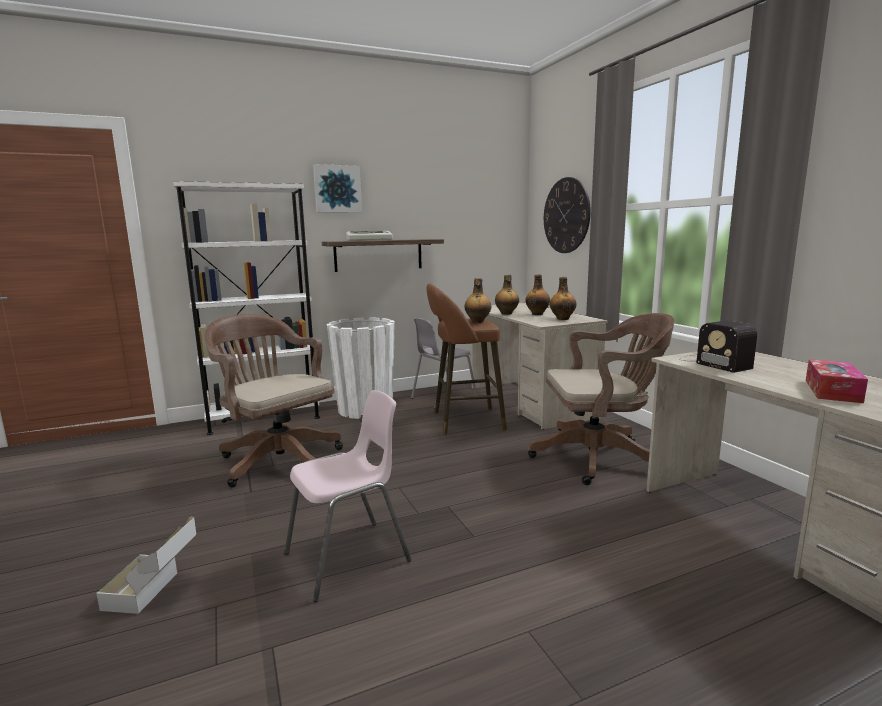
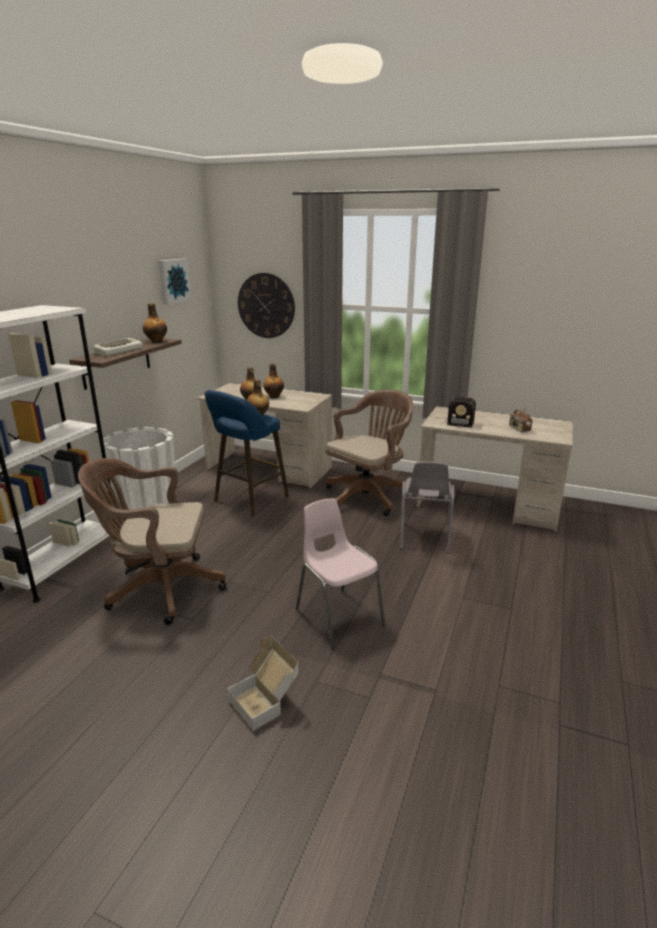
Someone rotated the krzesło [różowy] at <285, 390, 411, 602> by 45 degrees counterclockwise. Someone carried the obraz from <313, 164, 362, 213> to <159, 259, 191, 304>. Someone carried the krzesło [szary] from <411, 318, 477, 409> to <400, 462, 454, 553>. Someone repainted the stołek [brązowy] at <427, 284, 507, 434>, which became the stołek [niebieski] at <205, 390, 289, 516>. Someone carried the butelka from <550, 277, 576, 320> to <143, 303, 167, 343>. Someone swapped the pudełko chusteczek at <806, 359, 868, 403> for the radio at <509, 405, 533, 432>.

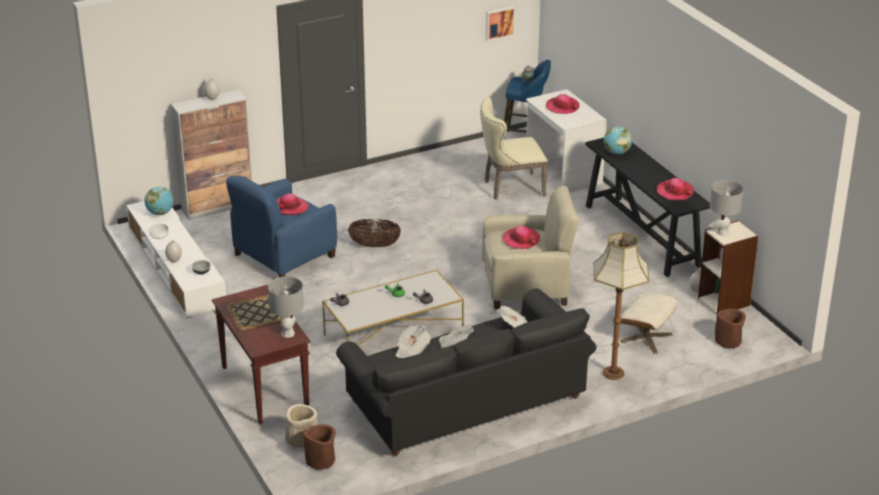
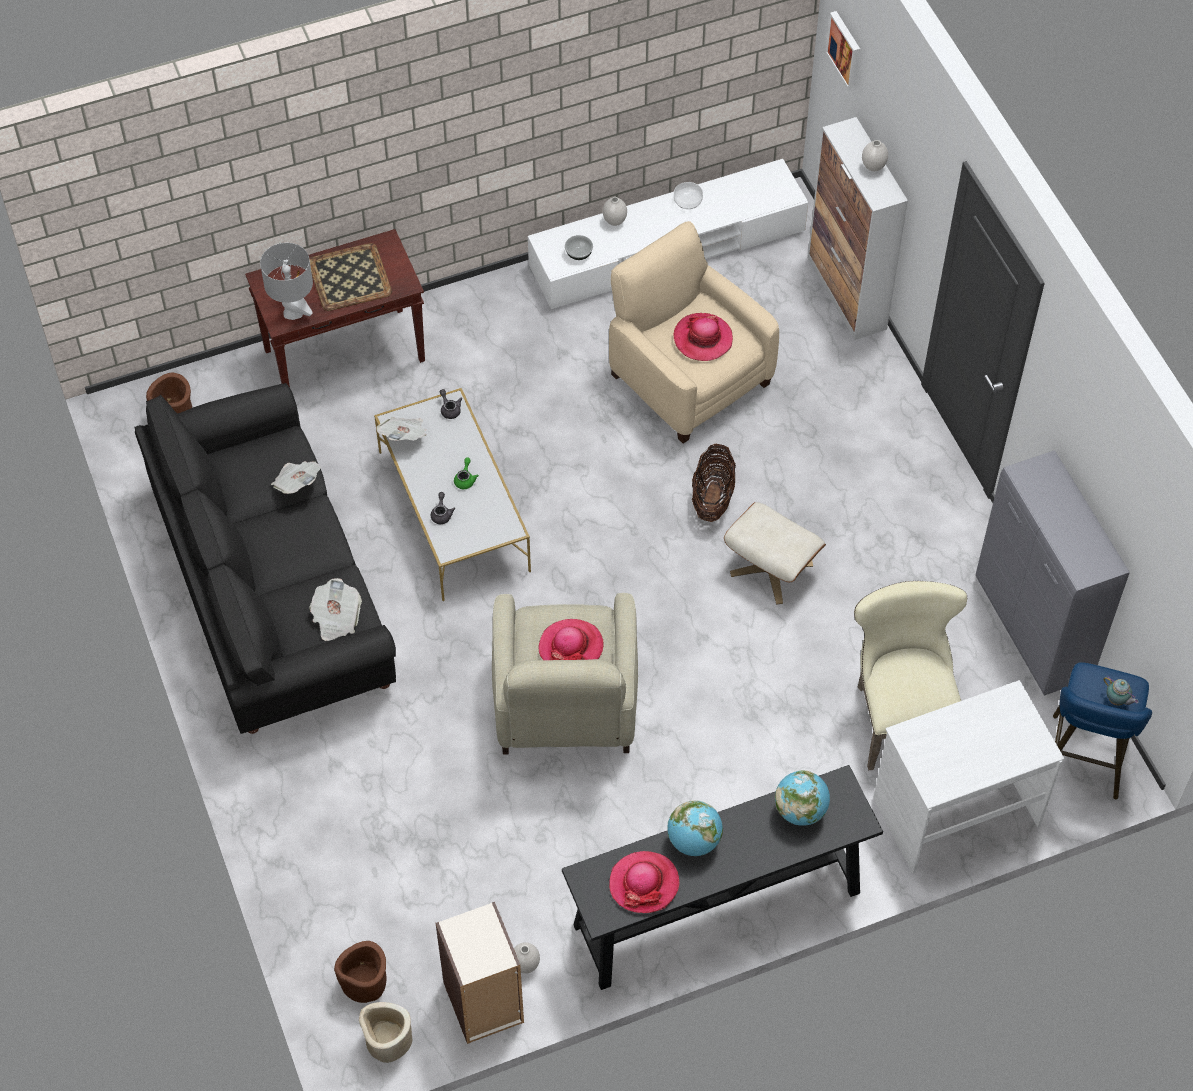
Someone carried the globus from <144, 187, 173, 215> to <668, 800, 723, 856>. Someone repainted the fotel [niebieski] at <226, 175, 337, 277>, which became the fotel [beżowy] at <609, 221, 779, 443>. Someone carried the donica [beżowy] from <285, 404, 317, 448> to <359, 1002, 412, 1063>. Someone carried the gazeta from <439, 324, 473, 348> to <376, 417, 426, 441>. Someone carried the obraz from <486, 6, 515, 41> to <826, 11, 860, 90>. Someone took away the kapelusz at <546, 94, 580, 114>. Someone took away the lampa stojąca at <593, 232, 650, 380>. Someone carried the pufa [beżowy] from <620, 292, 677, 354> to <724, 502, 826, 605>. Someone took away the lampa stołowa [szary] at <709, 180, 744, 236>. Someone put down the szafka [szary] at <976, 450, 1130, 696>.

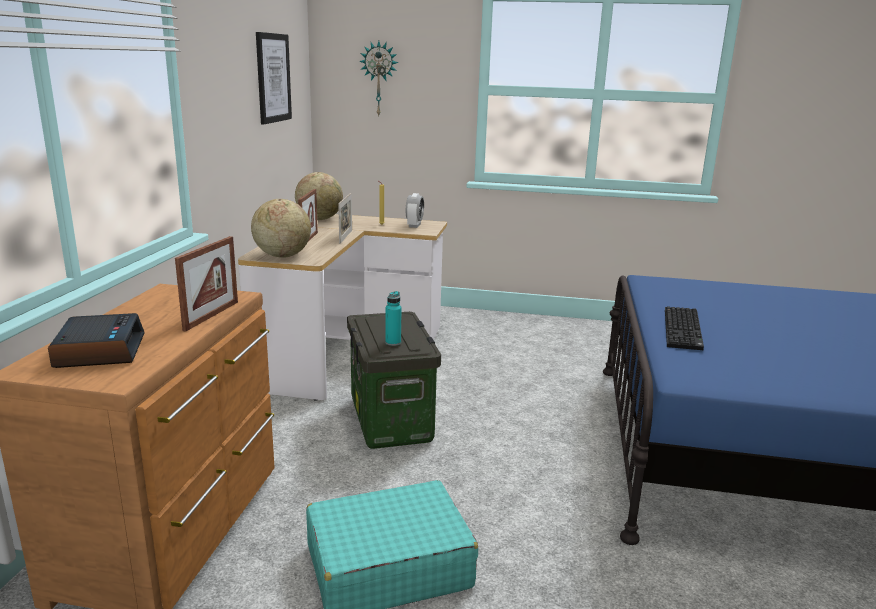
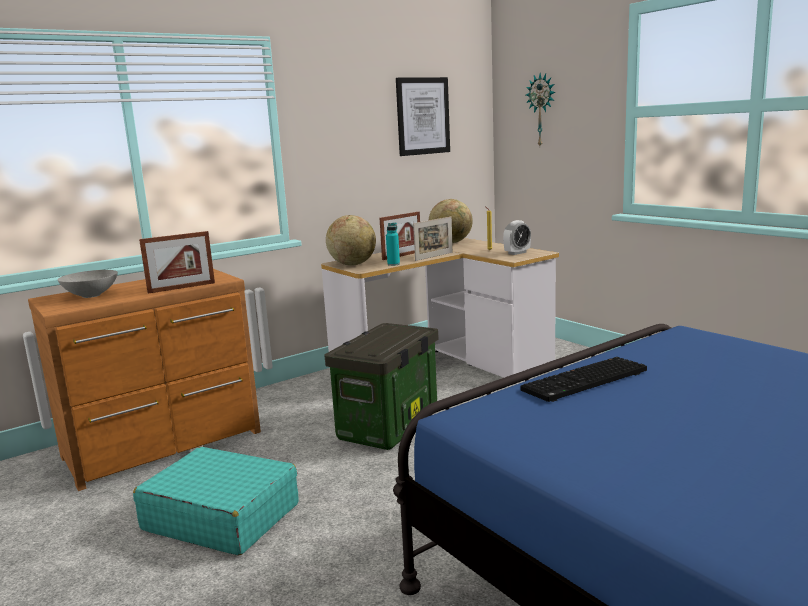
Someone swapped the budzik at <48, 313, 145, 368> for the miska [szary] at <58, 270, 118, 298>. Someone carried the butelka [turkusowy] from <385, 291, 402, 346> to <386, 222, 400, 266>.

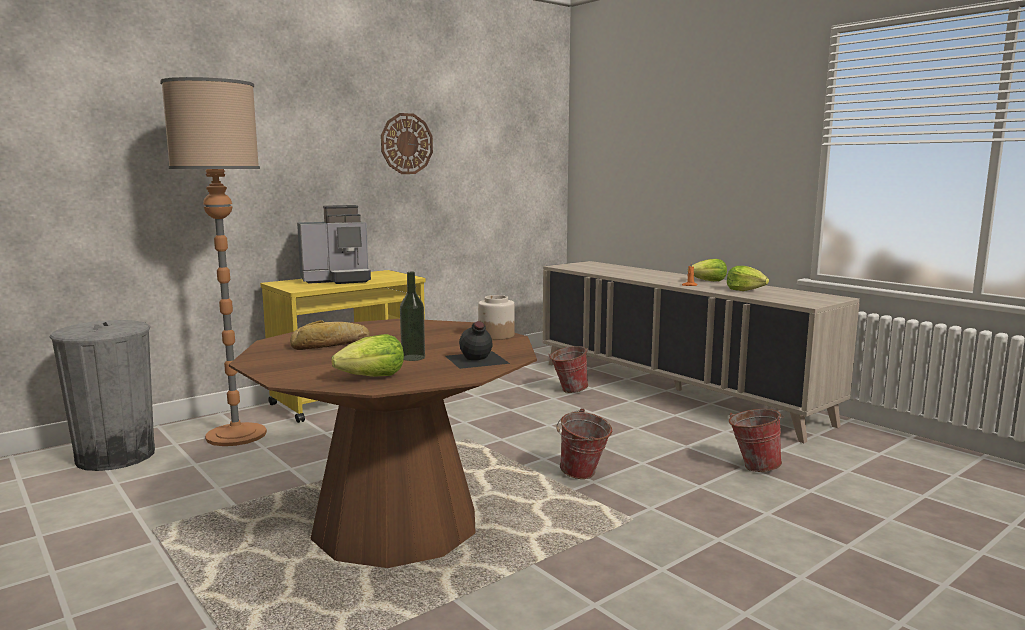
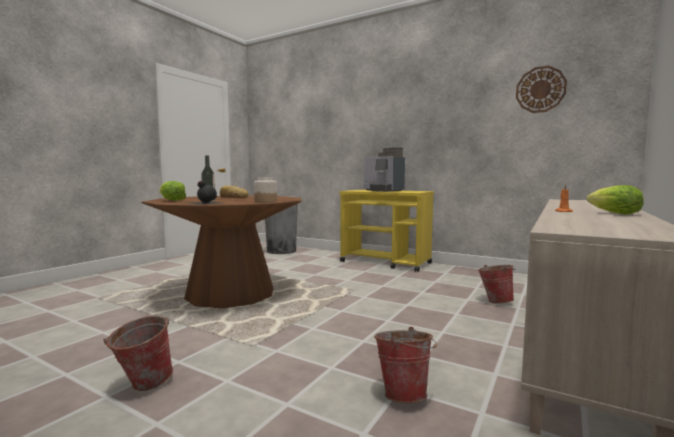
Someone took away the lampa stojąca at <160, 77, 267, 446>. Someone carried the zegar ścienny from <381, 113, 433, 174> to <516, 66, 567, 113>. Someone carried the wiadro from <556, 408, 612, 479> to <103, 316, 173, 391>. Someone took away the sałata at <727, 266, 769, 291>.

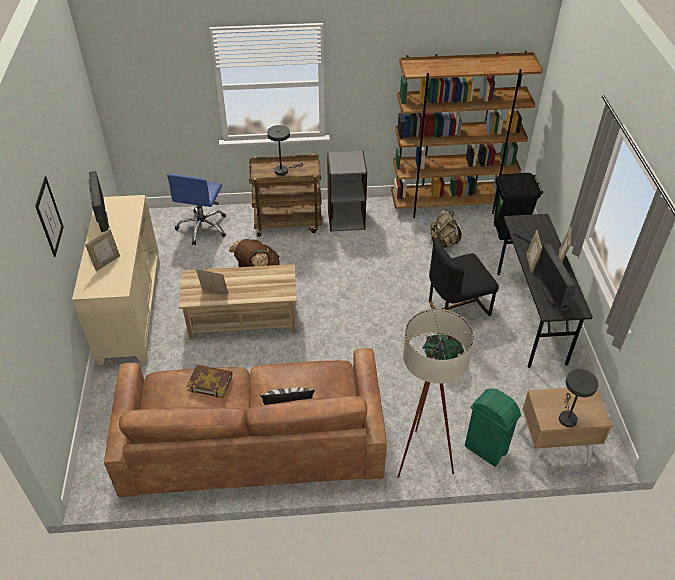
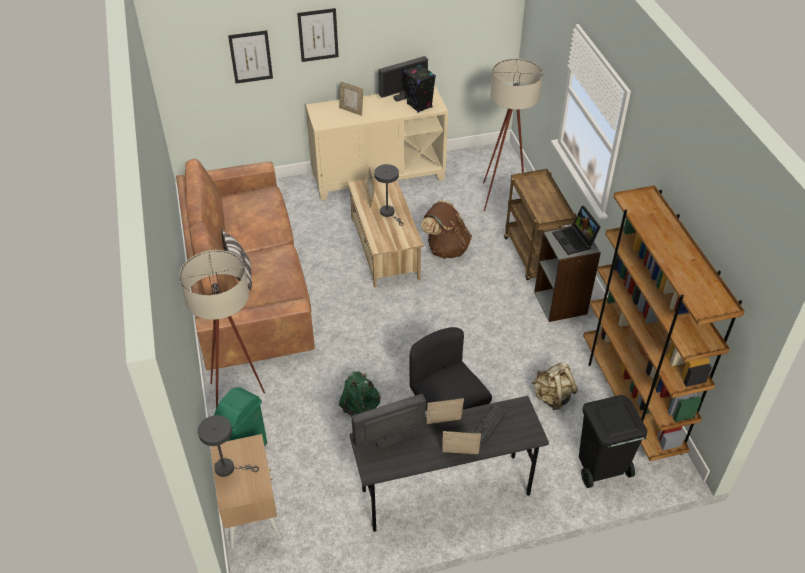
Someone swapped the krzesło biurowe [niebieski] at <167, 174, 226, 245> for the lampa stojąca [beżowy] at <483, 58, 543, 211>. Someone took away the książka at <186, 365, 233, 398>. Someone carried the lampa stołowa [szary] from <267, 125, 303, 175> to <374, 164, 403, 226>. Someone put up the obraz at <228, 30, 273, 84>. Someone put down the głośnik [czarny] at <404, 64, 436, 113>. Someone put down the laptop at <552, 206, 601, 255>.

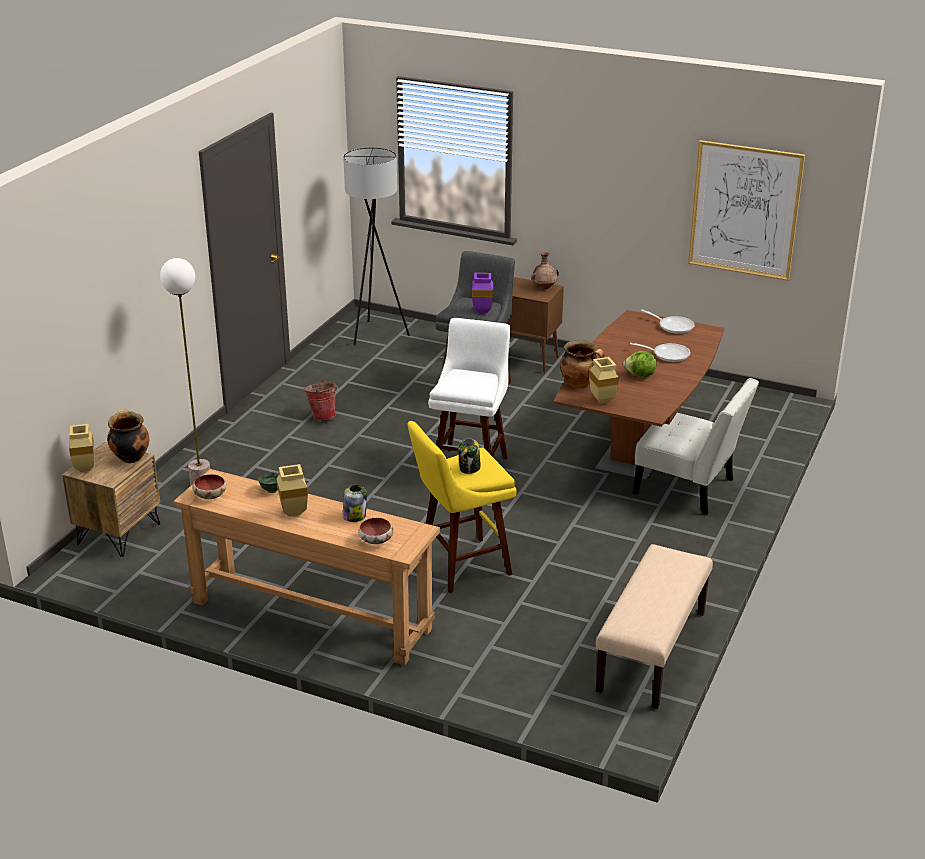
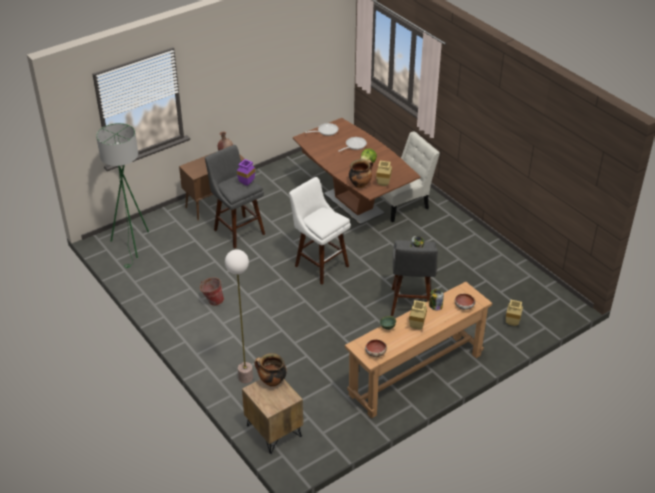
Someone carried the wazon [beżowy] from <69, 424, 94, 472> to <506, 300, 523, 326>. Someone repainted the lampa stojąca [szary] at <330, 147, 410, 347>, which became the lampa stojąca [zielony] at <96, 123, 149, 268>. Someone repainted the stołek [żółty] at <407, 421, 517, 593>, which became the stołek [szary] at <391, 240, 438, 316>. Someone took away the ławka [beżowy] at <596, 544, 713, 709>. Someone took away the obraz at <688, 140, 805, 281>.

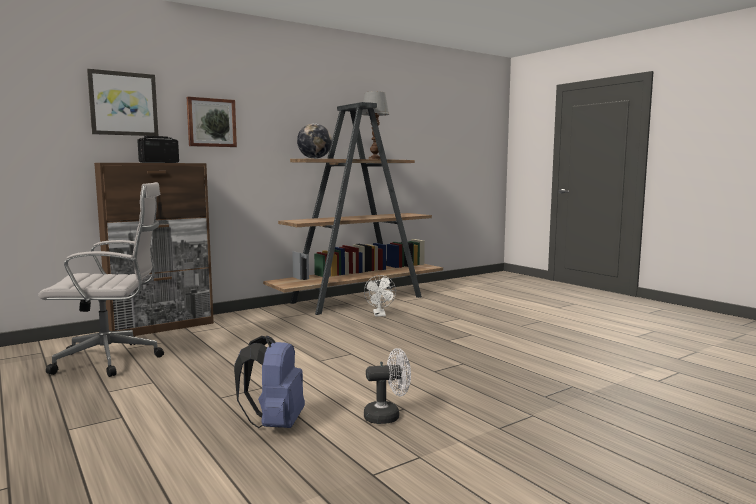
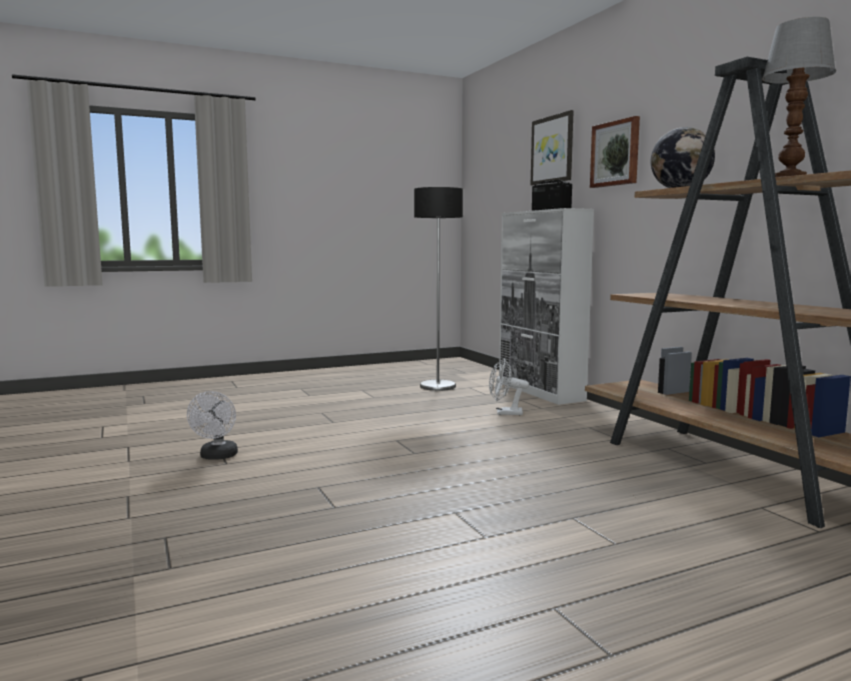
Someone swapped the krzesło biurowe [biały] at <38, 182, 164, 377> for the lampa stojąca at <414, 187, 463, 391>. Someone repainted the szafka [brązowy] at <94, 163, 214, 336>, which became the szafka [biały] at <499, 208, 594, 405>. Someone took away the plecak [niebieski] at <234, 335, 305, 428>. Someone carried the wentylator [biały] from <364, 275, 396, 317> to <489, 359, 529, 415>.

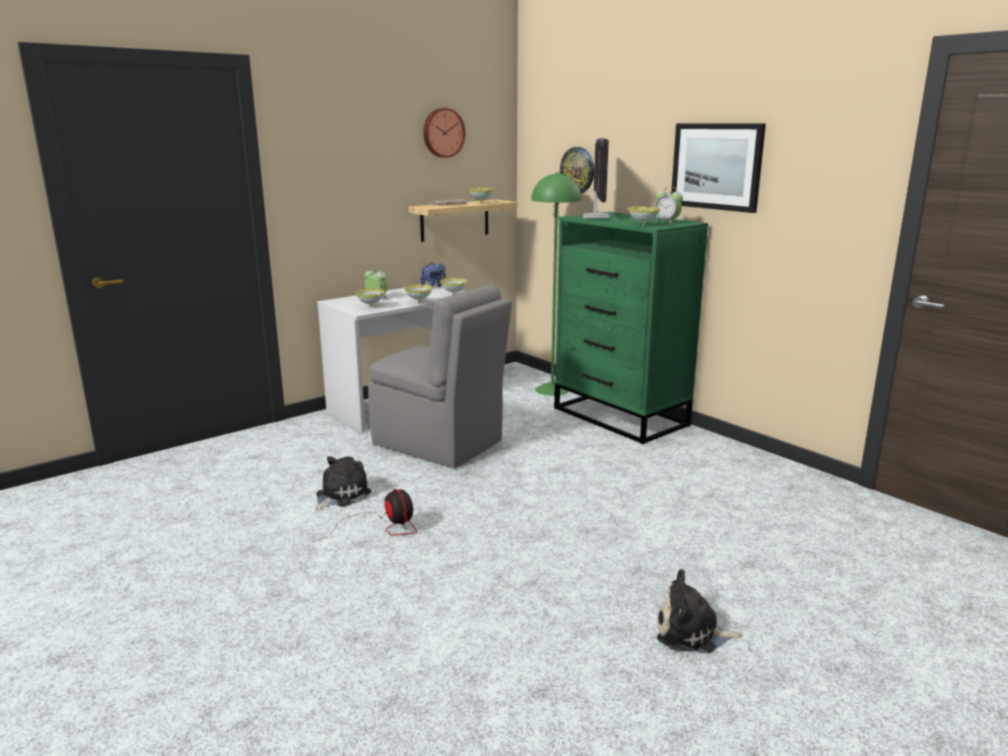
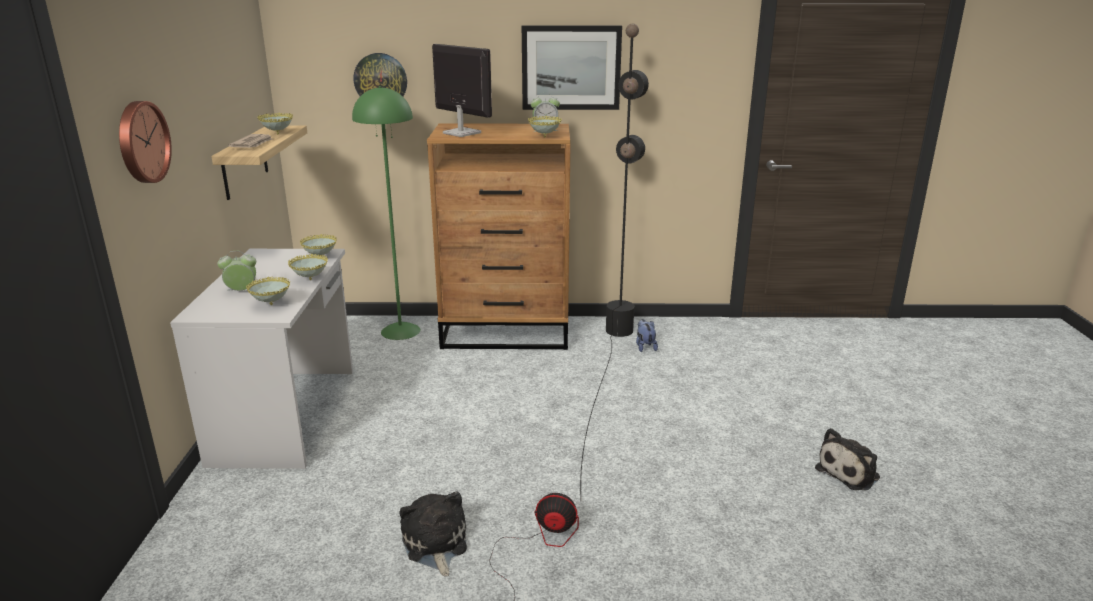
Someone took away the krzesło [szary] at <368, 285, 512, 468>. Someone carried the pluszak from <420, 262, 446, 287> to <636, 319, 658, 352>. Someone carried the zegar ścienny from <423, 108, 466, 158> to <119, 101, 172, 183>. Someone repainted the komoda [zielony] at <554, 212, 708, 444>, which became the komoda [brązowy] at <427, 123, 570, 350>. Someone put down the lampa stojąca [czarny] at <580, 23, 649, 497>.

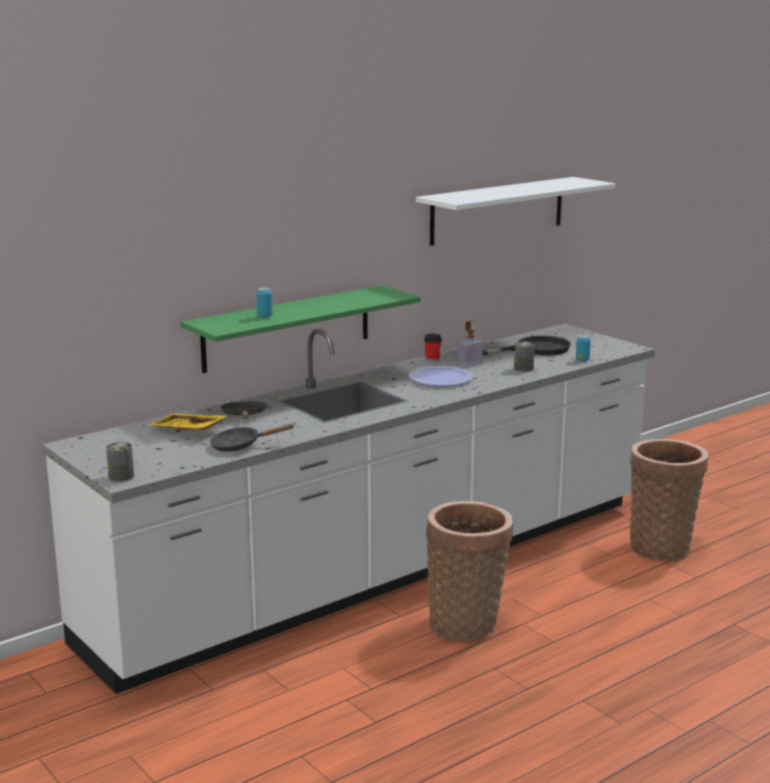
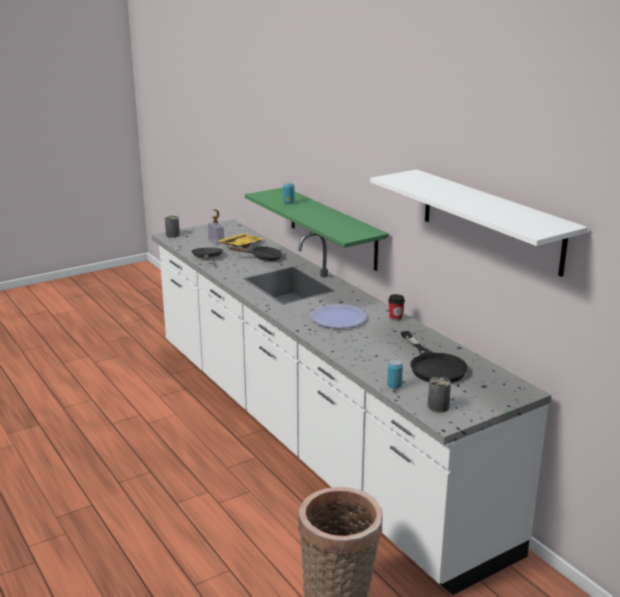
Someone took away the koszyk at <426, 501, 513, 642>. Someone carried the dozownik mydła from <457, 320, 484, 368> to <208, 209, 224, 245>. Someone carried the puszka from <514, 342, 535, 372> to <428, 377, 451, 413>.

